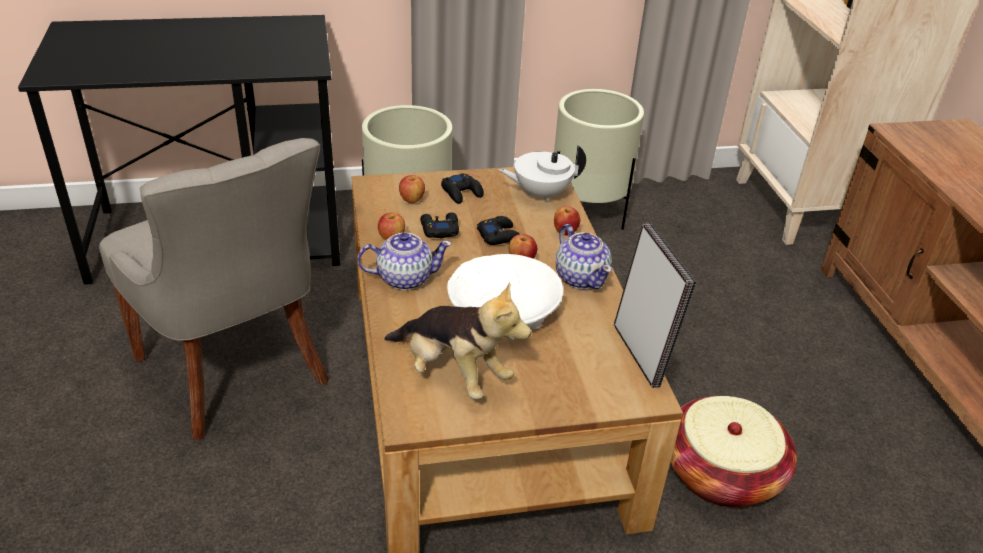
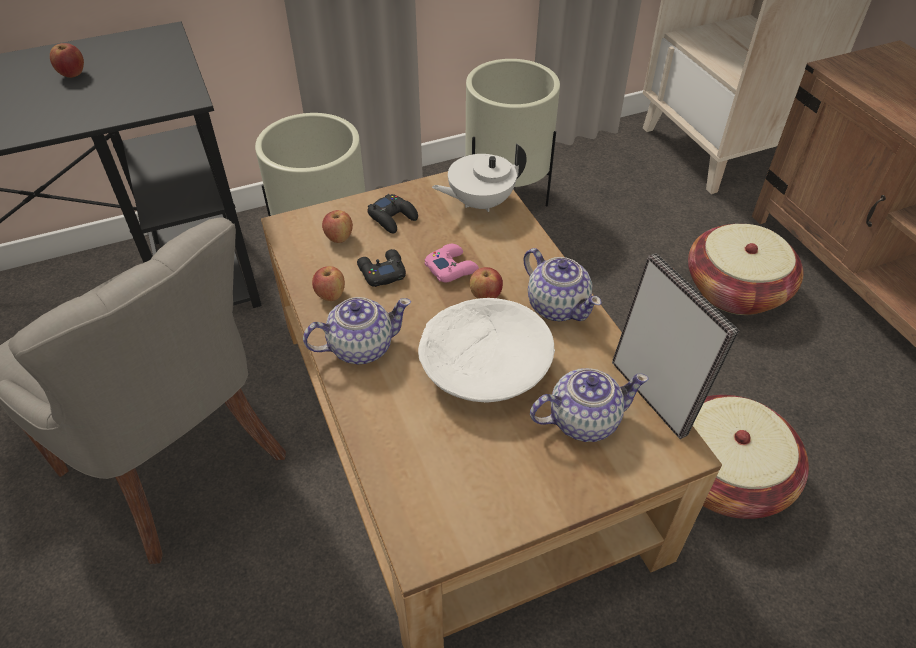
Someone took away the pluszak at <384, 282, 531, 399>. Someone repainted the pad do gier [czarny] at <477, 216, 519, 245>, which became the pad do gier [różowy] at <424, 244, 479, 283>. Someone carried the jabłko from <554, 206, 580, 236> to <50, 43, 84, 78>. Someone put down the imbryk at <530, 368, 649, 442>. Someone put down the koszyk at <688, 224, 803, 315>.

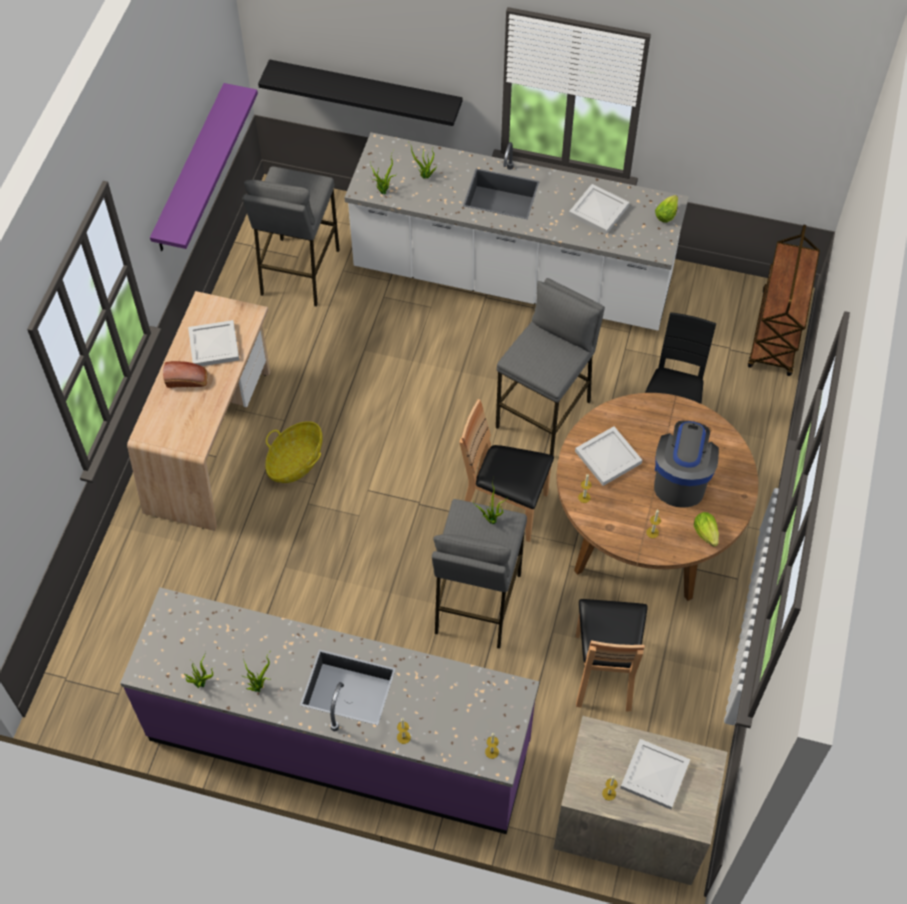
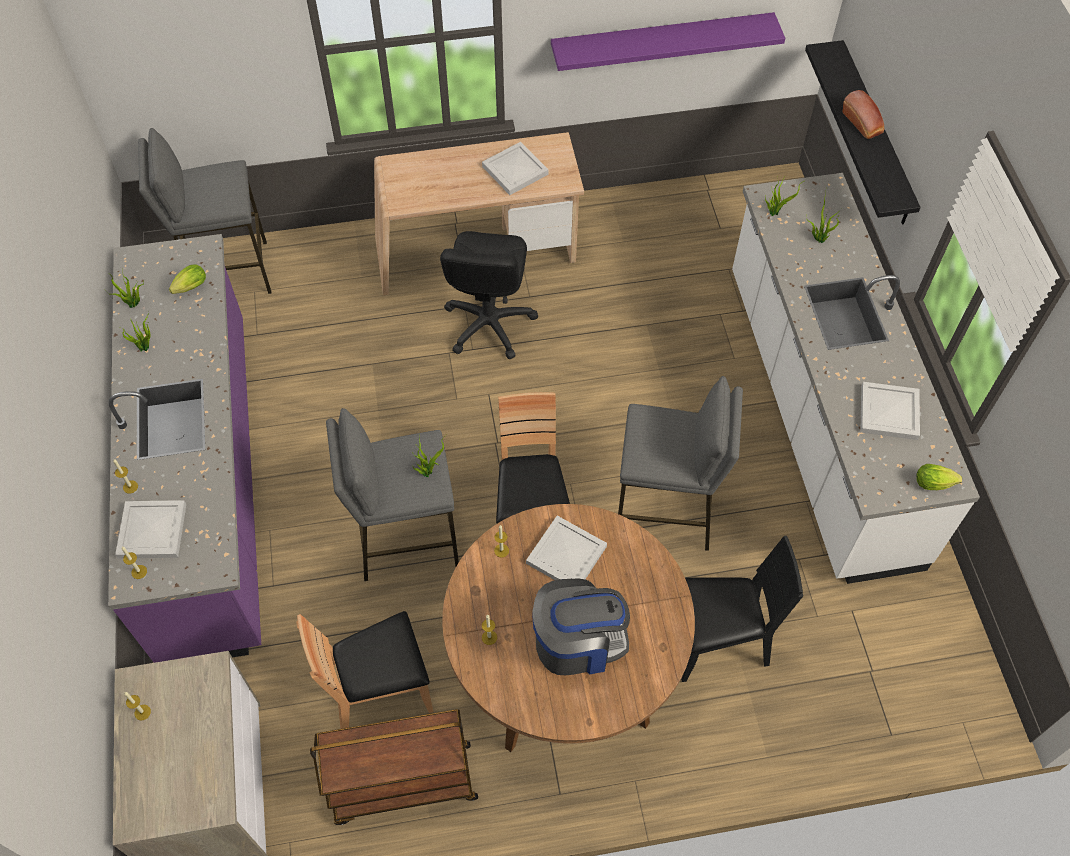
Someone carried the chleb from <163, 361, 207, 388> to <842, 90, 885, 139>. Someone carried the stołek [szary] from <243, 166, 340, 307> to <138, 128, 272, 294>. Someone swapped the koszyk at <265, 421, 322, 483> for the krzesło biurowe [czarny] at <440, 231, 538, 359>. Someone carried the taca [biały] from <620, 739, 690, 810> to <115, 500, 186, 559>. Someone carried the sałata from <694, 512, 719, 547> to <169, 264, 206, 294>. Someone carried the wózek [brązowy] from <748, 225, 820, 376> to <310, 709, 478, 825>.

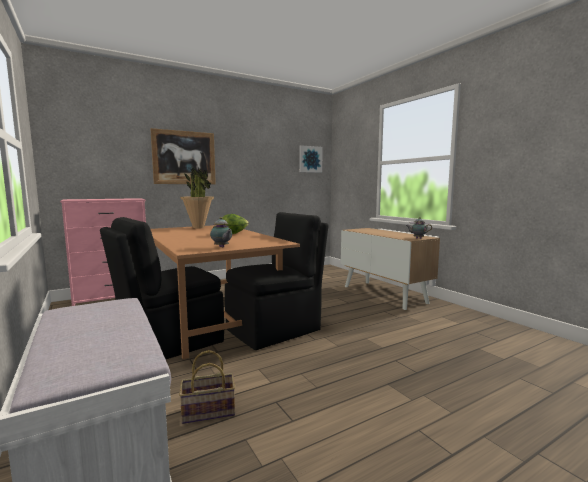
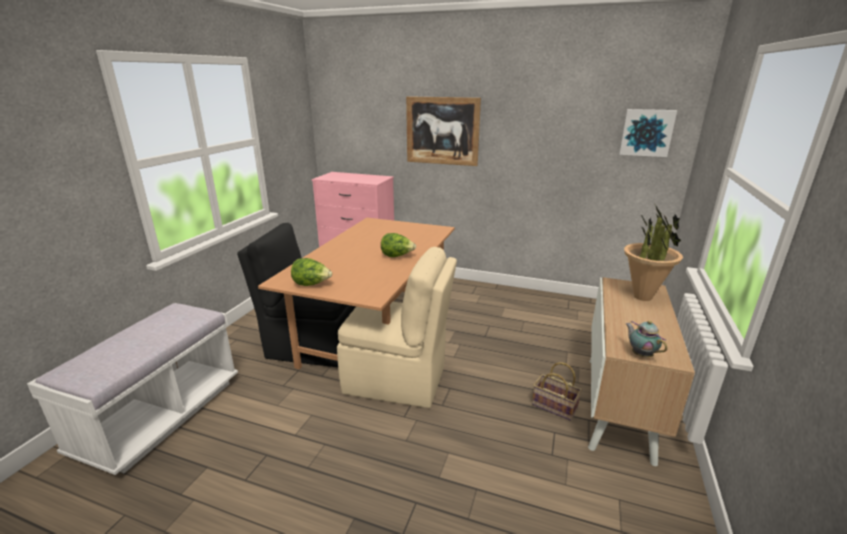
Someone carried the koszyk from <179, 350, 235, 424> to <532, 362, 582, 421>. Someone carried the roślina doniczkowa from <180, 167, 214, 229> to <624, 203, 683, 301>. Someone swapped the imbryk at <210, 217, 232, 248> for the sałata at <291, 258, 332, 286>. Someone repainted the krzesło [czarny] at <225, 212, 329, 350>, which became the krzesło [beżowy] at <337, 247, 457, 408>.

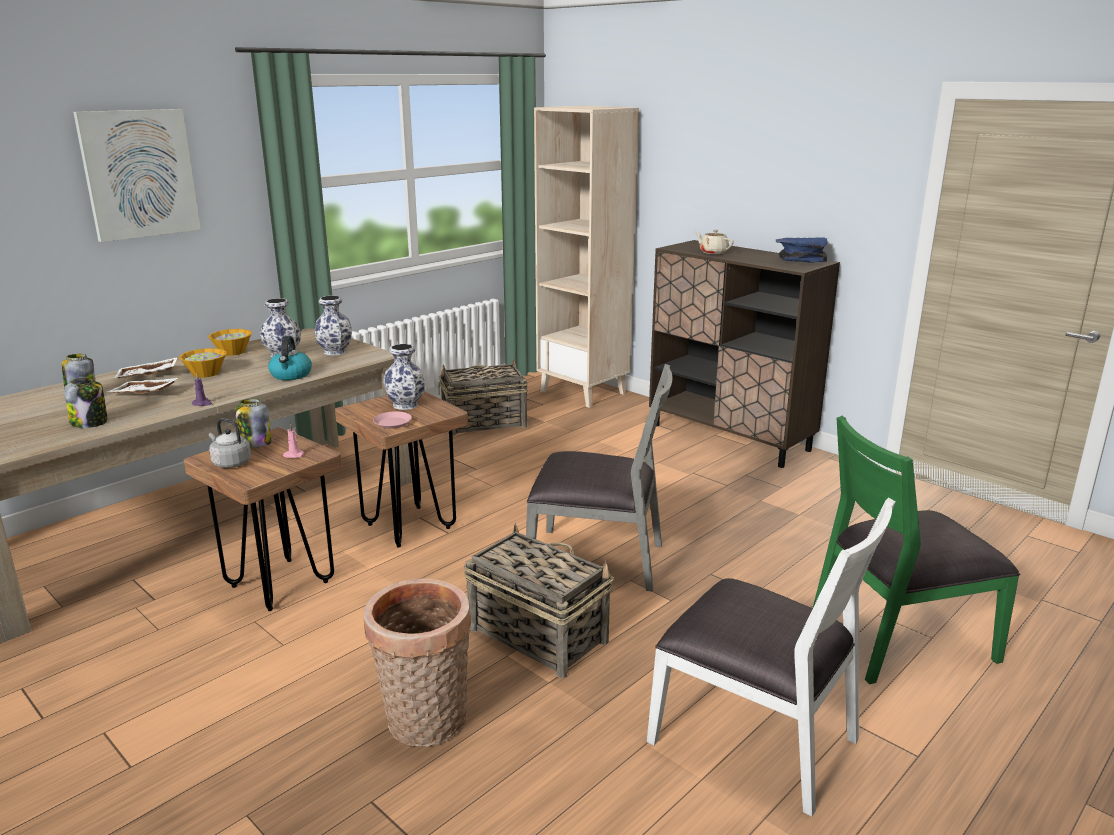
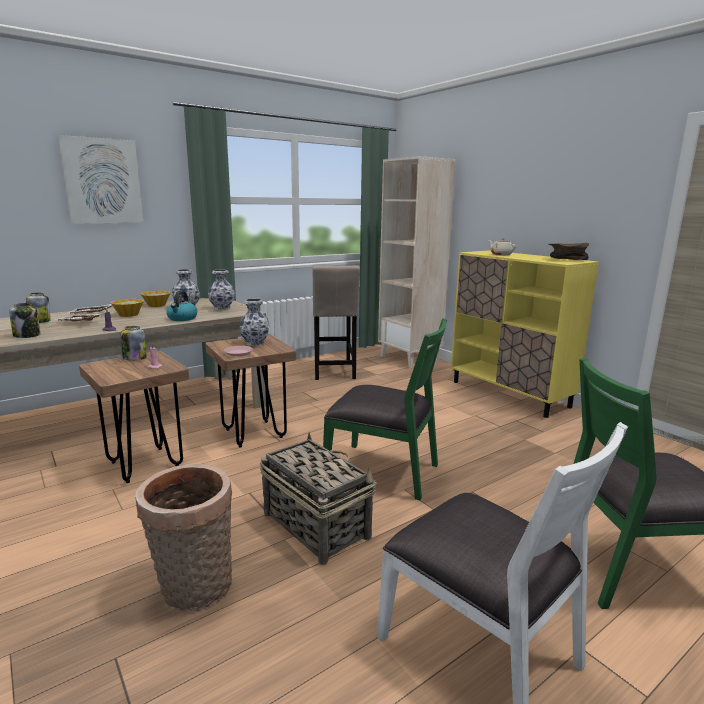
Someone took away the czajnik [szary] at <209, 418, 251, 468>. Someone swapped the koszyk at <439, 359, 528, 436> for the stołek [beżowy] at <312, 265, 360, 380>. Someone repainted the krzesło [szary] at <526, 364, 673, 592>, which became the krzesło [zielony] at <323, 318, 447, 501>. Someone repainted the szafka [brązowy] at <649, 240, 840, 468>, which became the szafka [żółty] at <451, 250, 599, 418>. Someone repainted the miska [niebieski] at <775, 237, 828, 263>, which became the miska [brązowy] at <548, 243, 589, 260>.

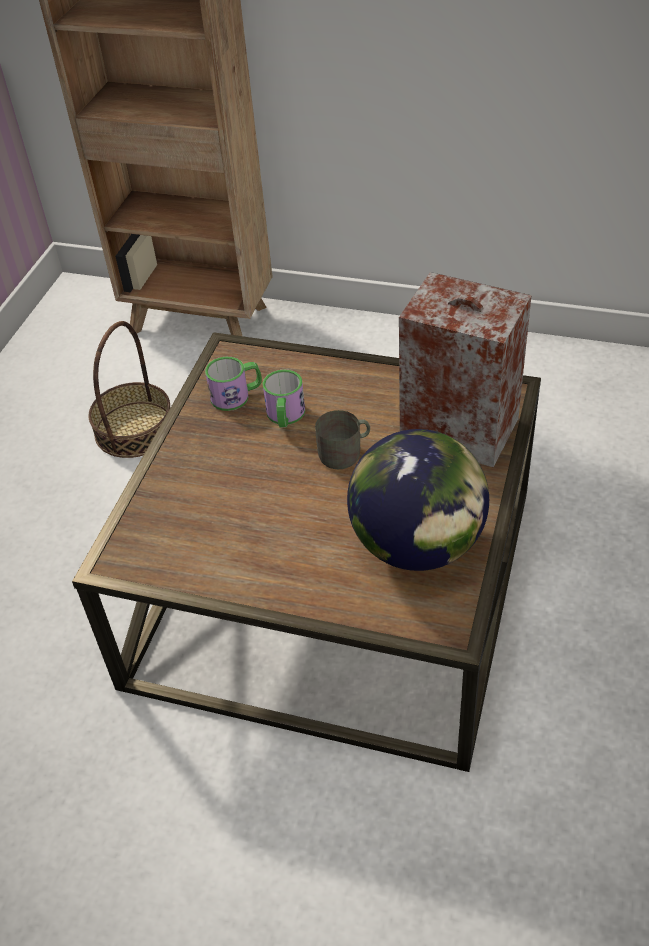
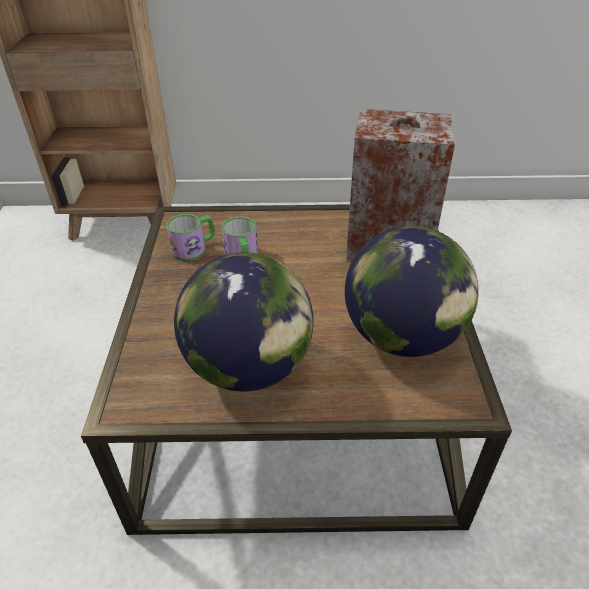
Someone took away the koszyk at <88, 321, 170, 458>. Someone took away the kubek [szary] at <315, 410, 370, 469>. Someone put down the globus at <174, 252, 313, 391>.

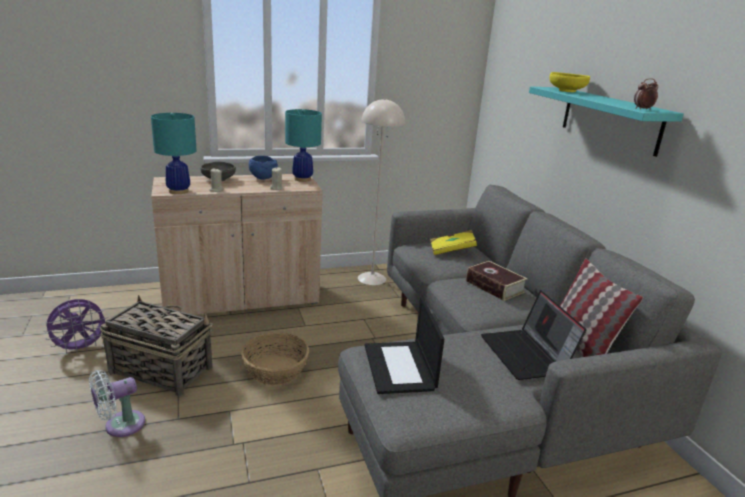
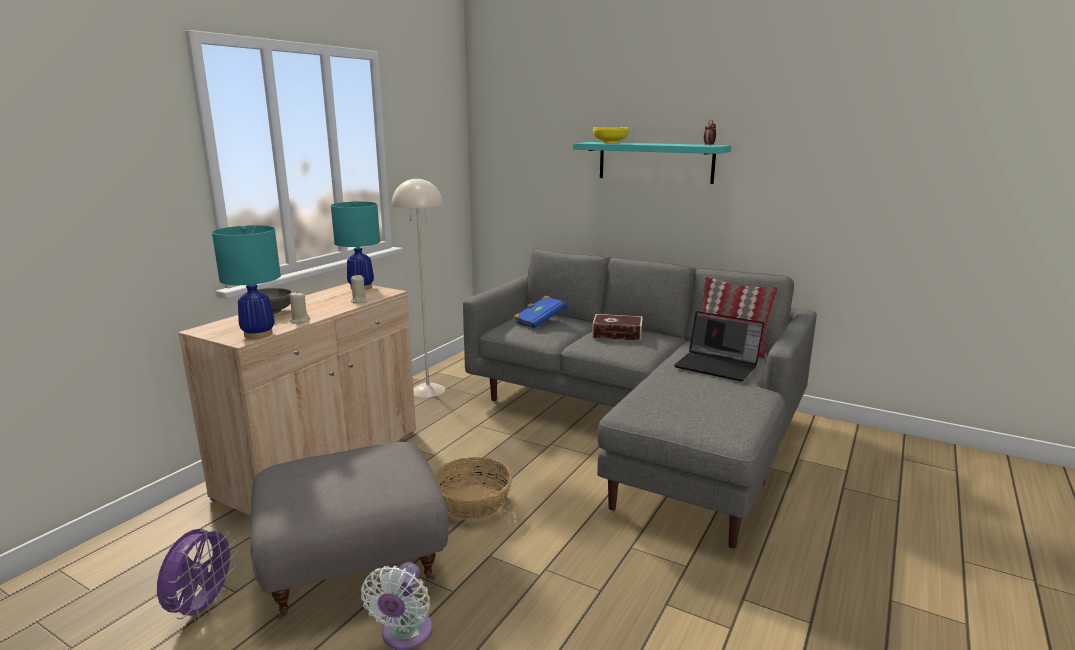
Someone swapped the koszyk at <100, 295, 213, 397> for the pufa [szary] at <250, 442, 448, 620>. Someone took away the miska [niebieski] at <249, 156, 278, 179>. Someone took away the laptop at <365, 297, 444, 394>. Someone repainted the książka [żółty] at <430, 230, 477, 255>, which became the książka [niebieski] at <513, 295, 567, 328>.

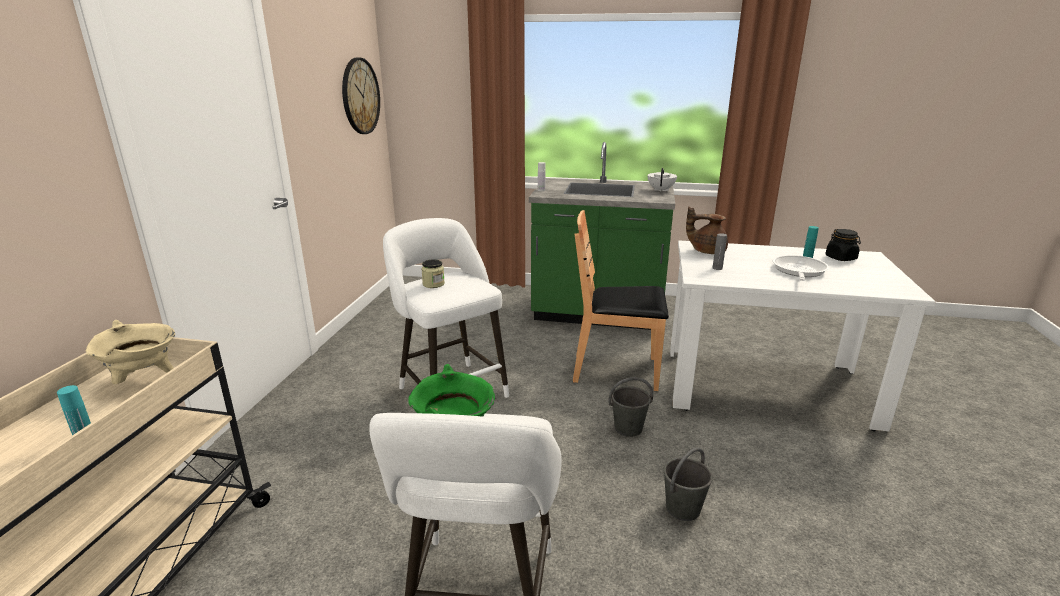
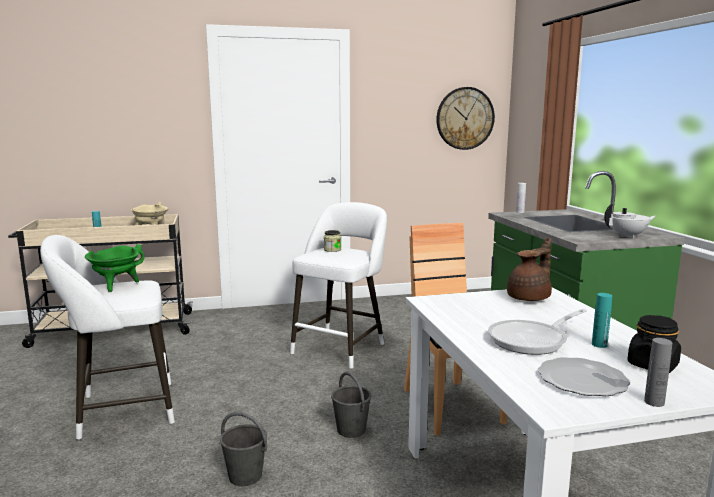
Someone rotated the imbryk [brązowy] at <686, 207, 728, 254> by 60 degrees clockwise. Someone carried the butelka [szary] from <713, 233, 727, 270> to <644, 338, 672, 407>. Someone rotated the patelnia at <772, 255, 829, 281> by 150 degrees clockwise. Someone put down the talerz at <538, 357, 630, 396>.

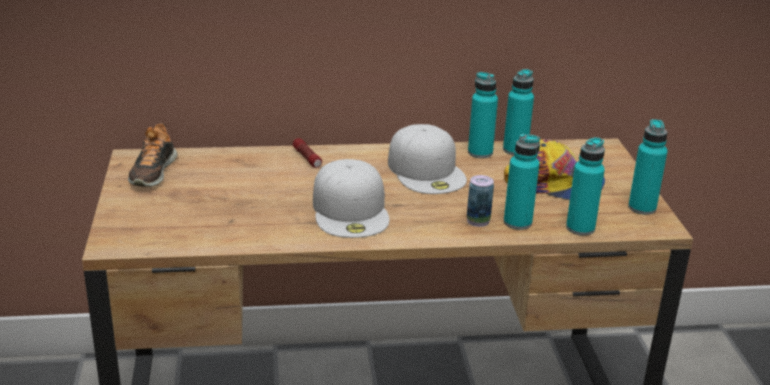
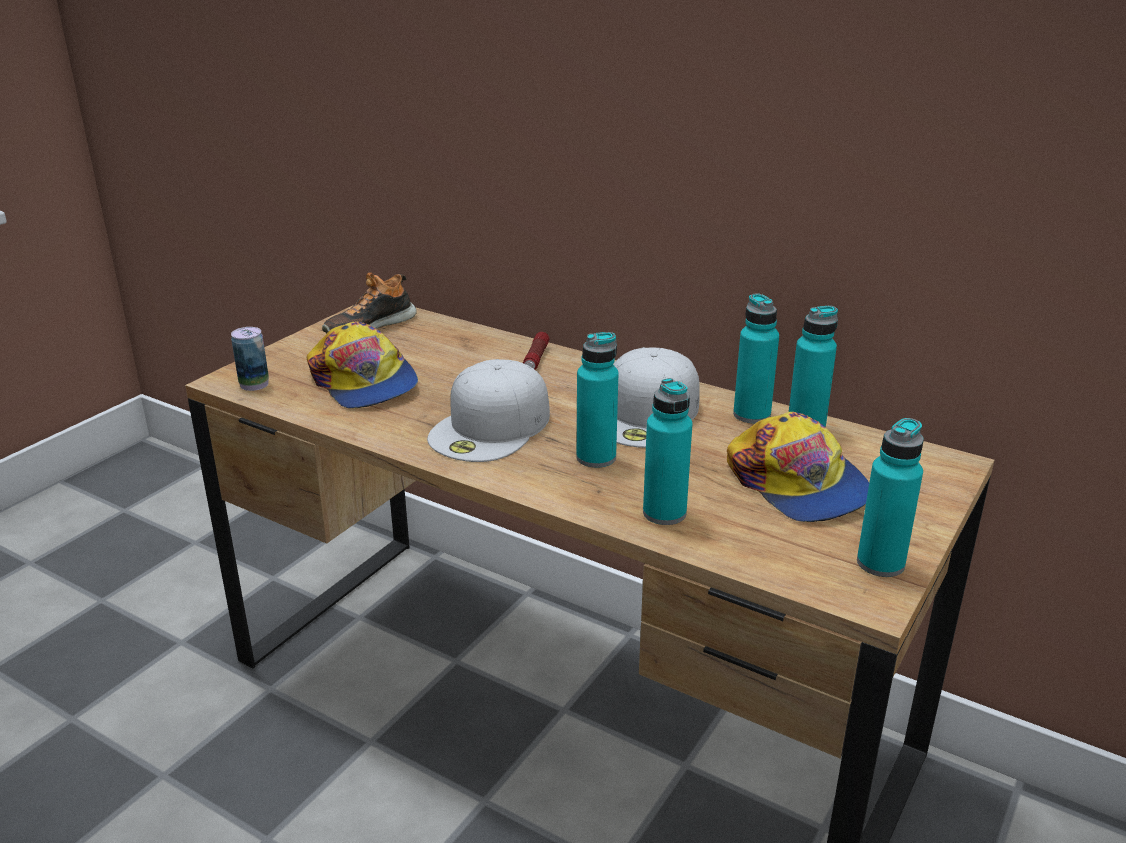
Someone carried the puszka from <467, 175, 494, 227> to <231, 327, 269, 391>. Someone carried the butelka [turkusowy] from <566, 137, 605, 235> to <576, 332, 618, 468>. Someone put down the czapka z daszkiem at <307, 322, 418, 408>.

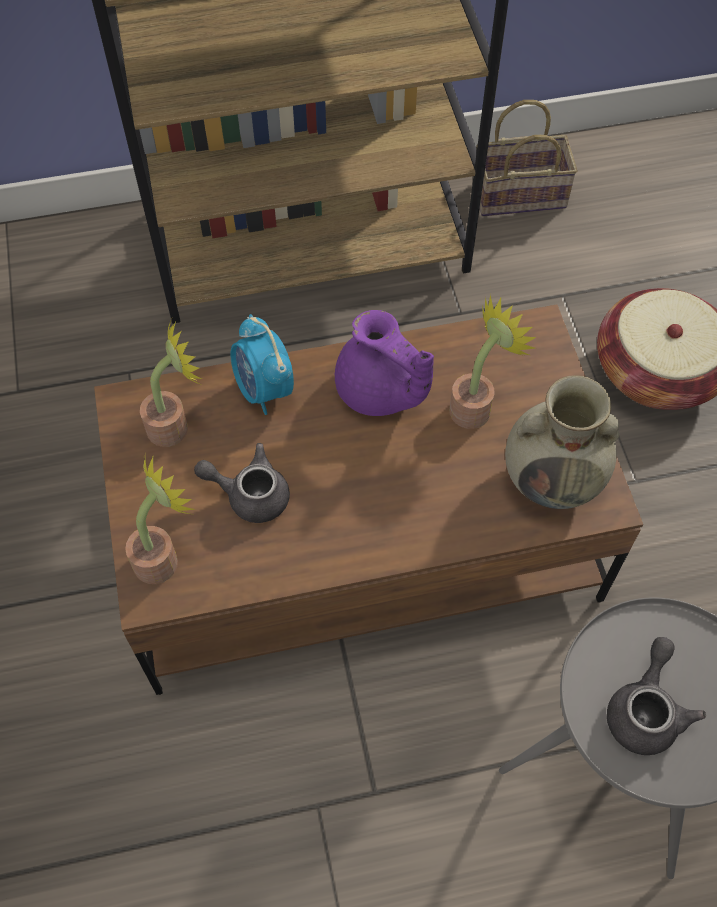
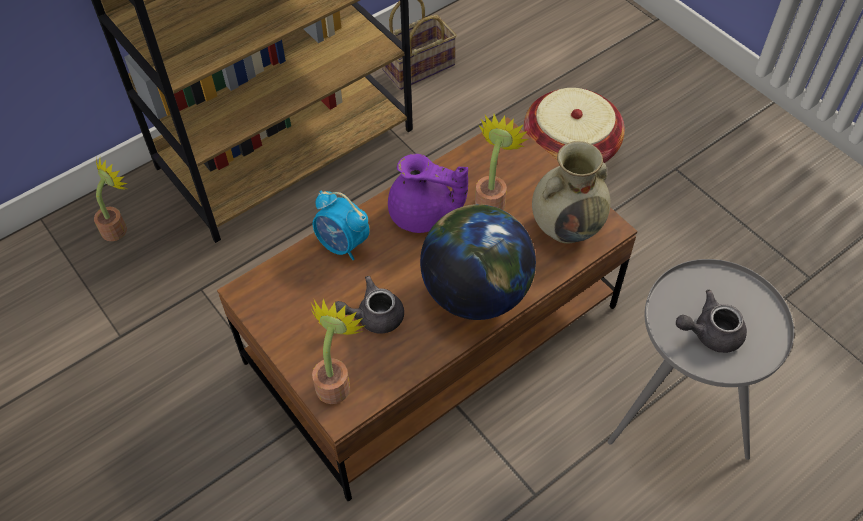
Someone carried the roślina doniczkowa from <140, 319, 202, 447> to <94, 159, 129, 241>. Someone rotated the imbryk [szary] at <607, 637, 706, 755> by 90 degrees counterclockwise. Someone put down the globus at <420, 204, 536, 320>.

